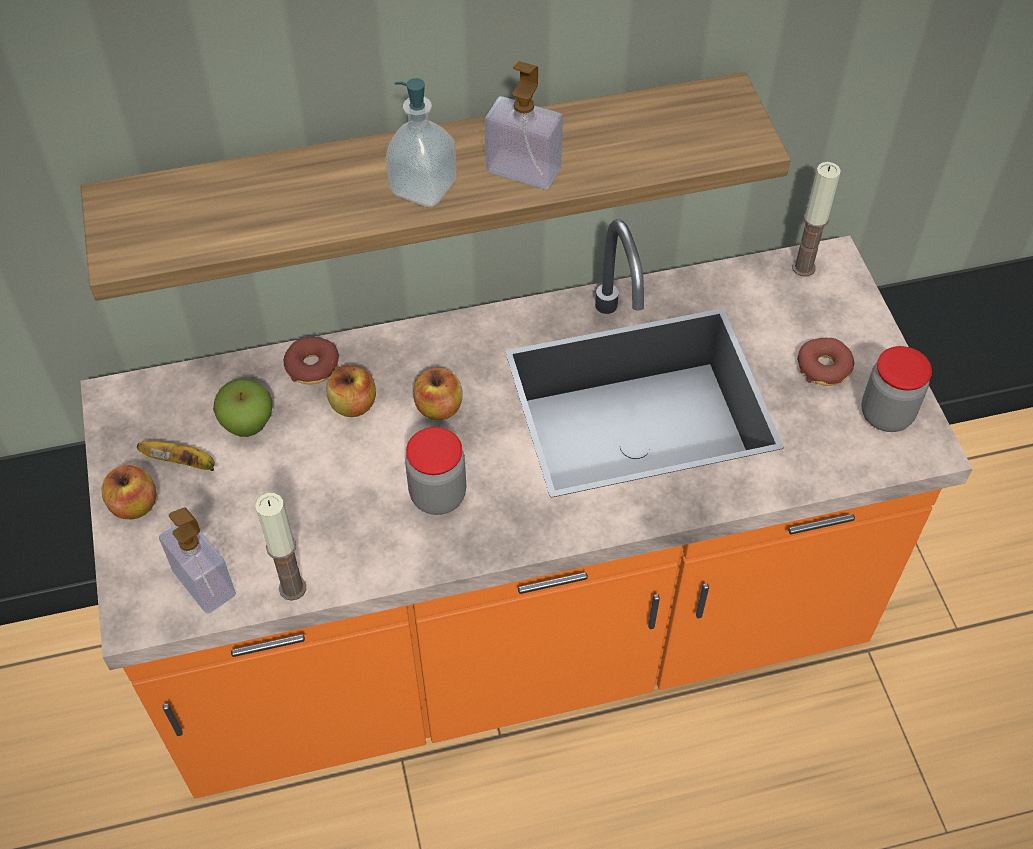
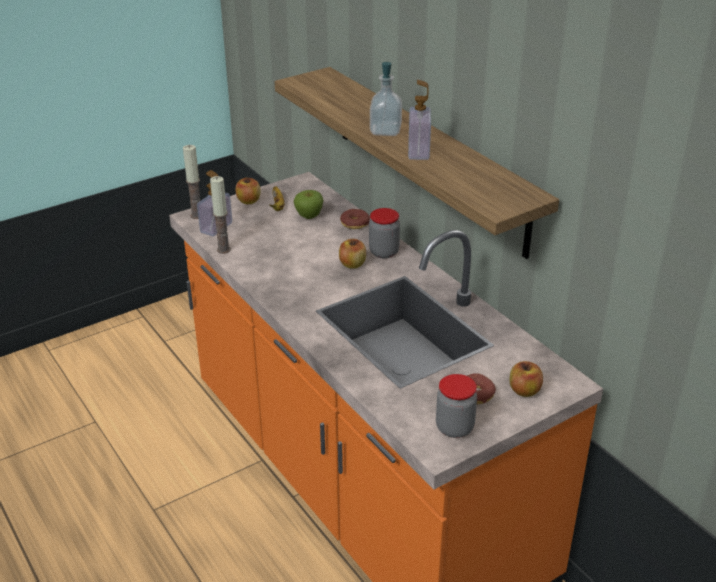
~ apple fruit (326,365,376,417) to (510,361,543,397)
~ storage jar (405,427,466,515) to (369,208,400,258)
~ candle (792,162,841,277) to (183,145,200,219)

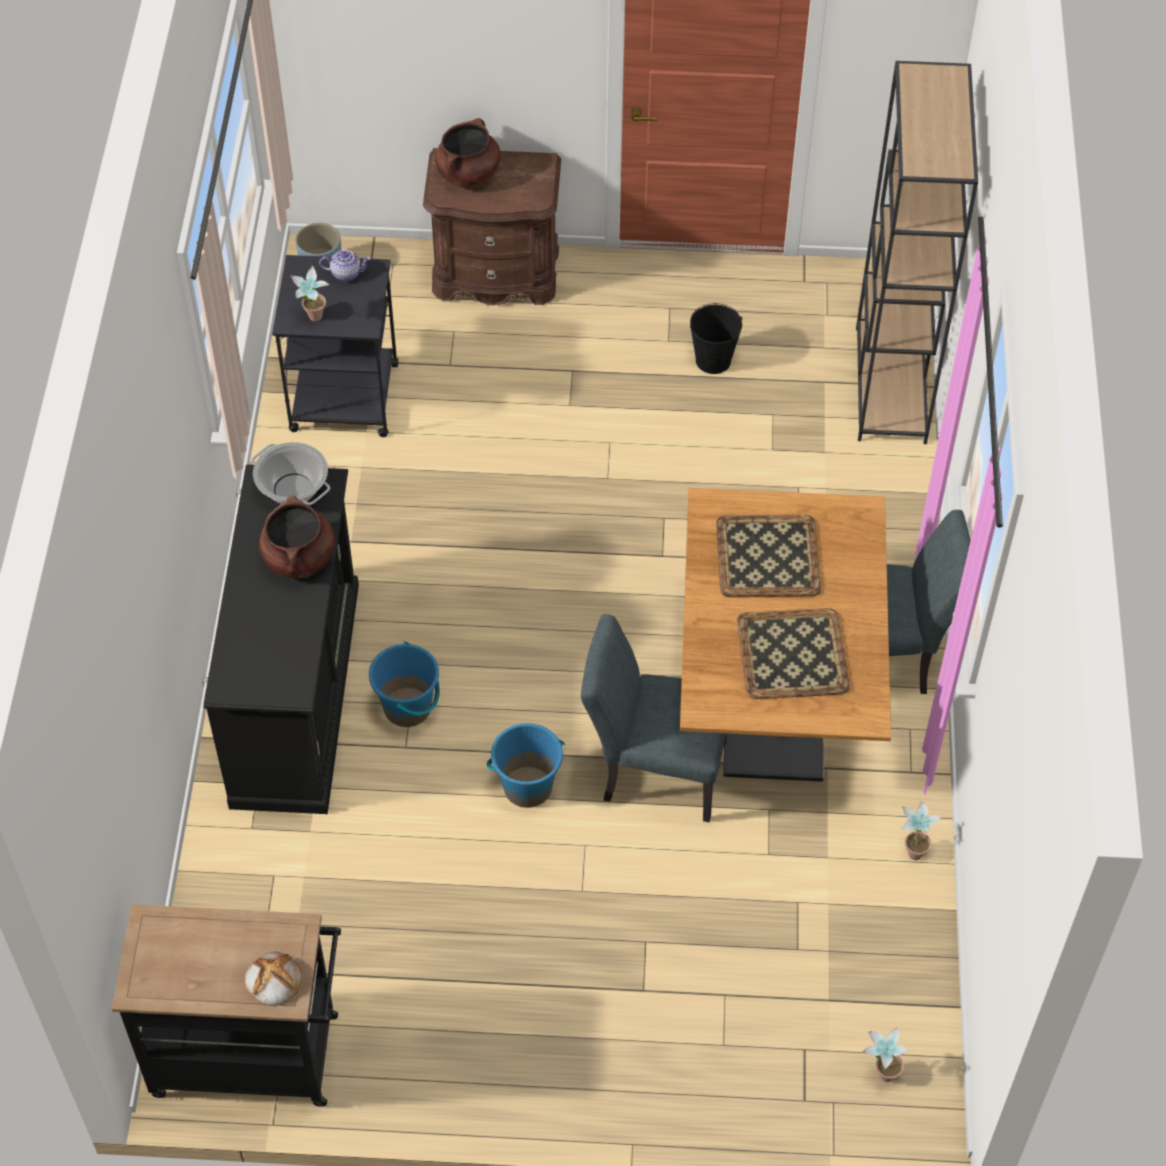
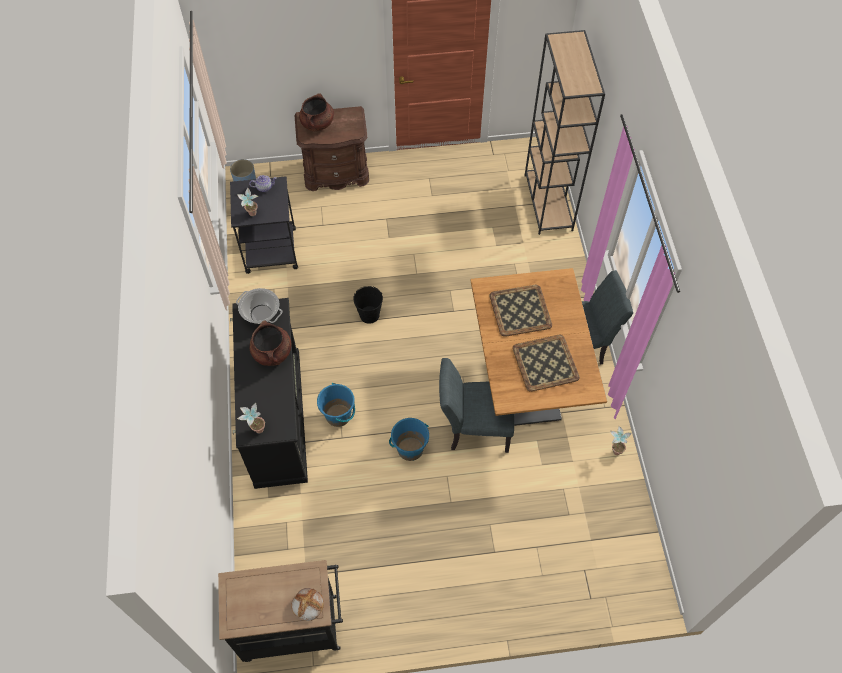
~ pail in black (690,303,742,374) to (353,286,383,324)
~ plant in a pot (863,1027,908,1082) to (237,402,265,434)

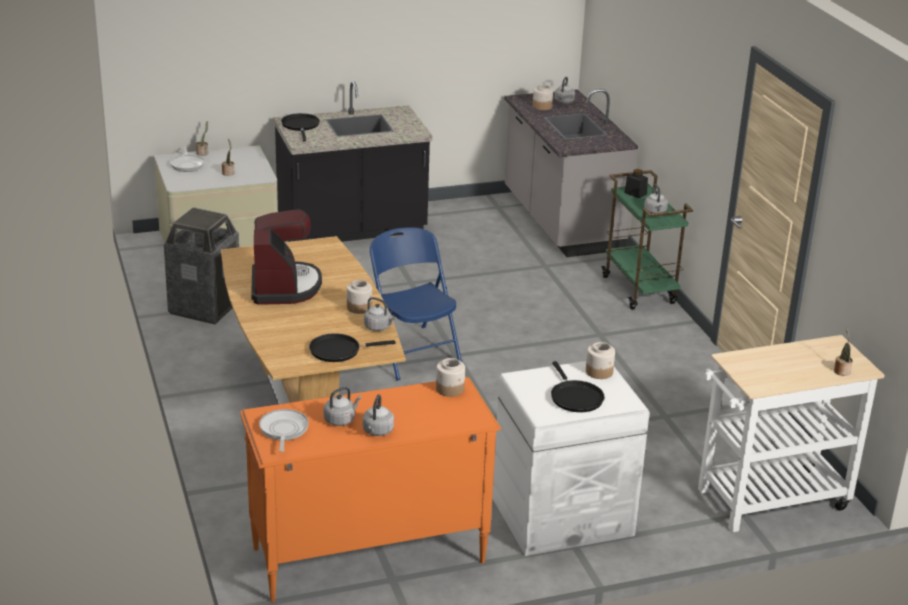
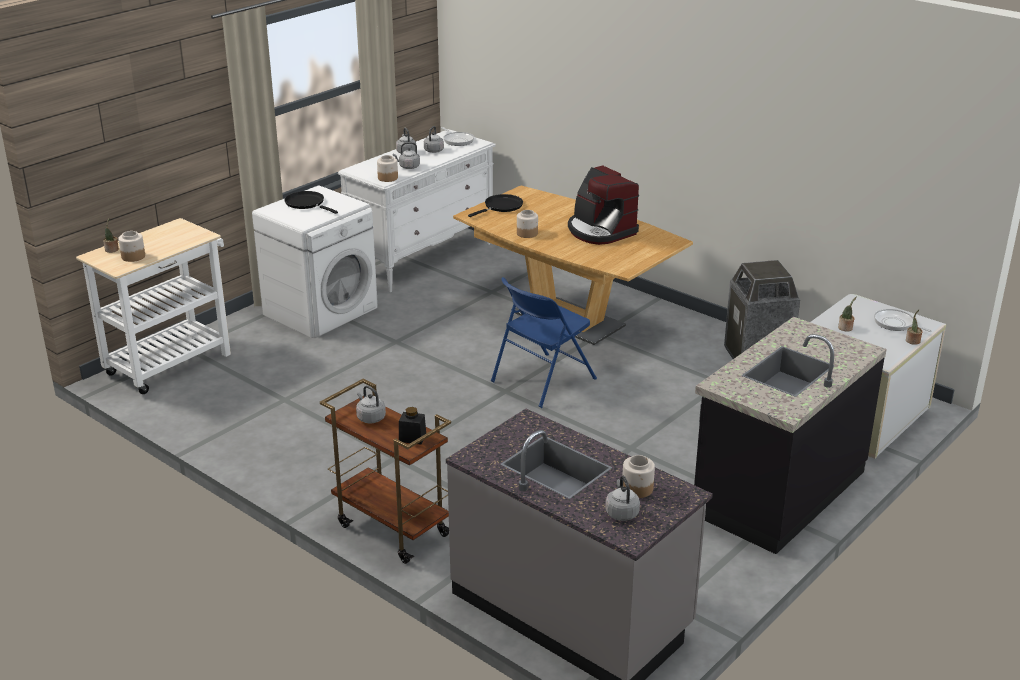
~ chest of drawers in orange-coloured (240,377,501,602) to chest of drawers in whitish (338,129,496,292)
- frying pan in black (281,113,320,141)
~ kettle in grey (364,297,396,331) to (393,142,420,169)
~ upright chair in blue (370,227,462,381) = (491,277,597,408) 105 degrees clockwise
~ storage jar (586,342,615,379) to (118,231,145,262)
~ cart in green (601,170,693,309) to cart in brown (320,378,451,564)

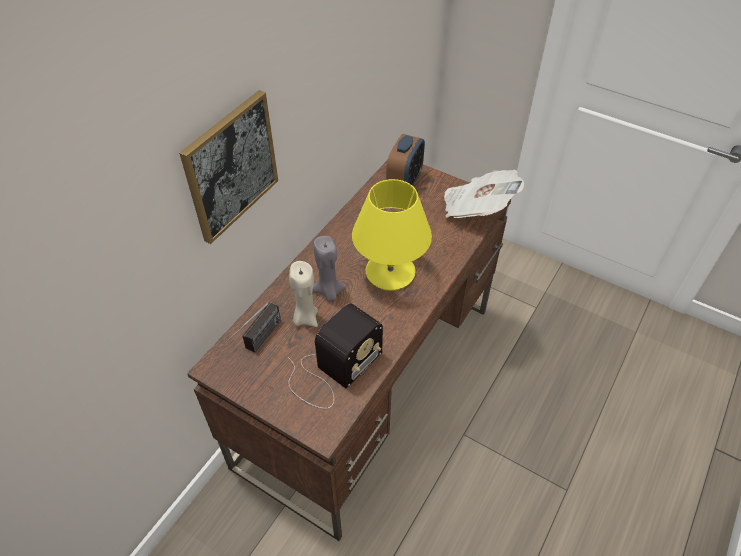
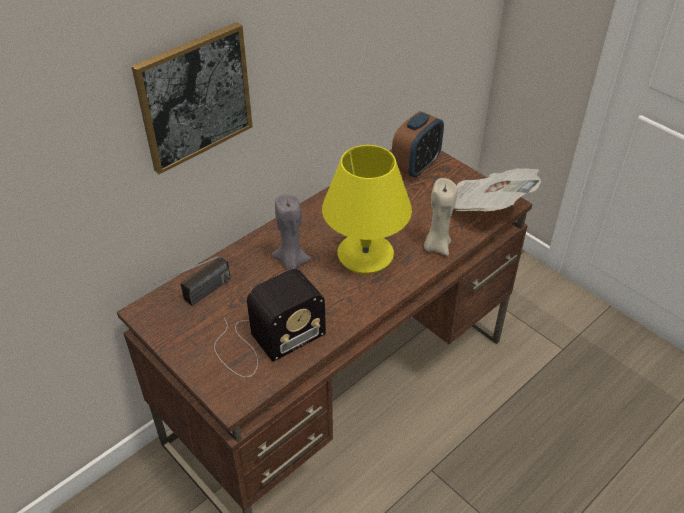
~ candle in beige (289,261,318,327) to (424,178,458,256)

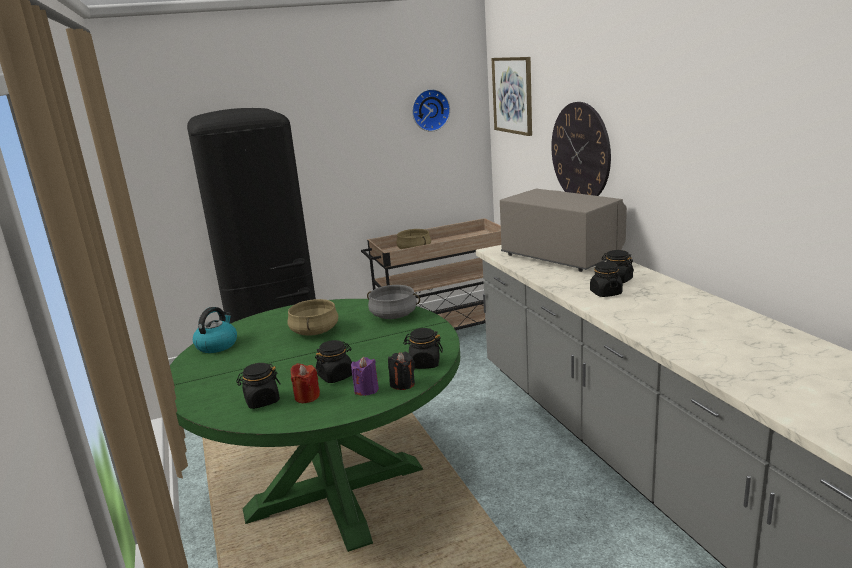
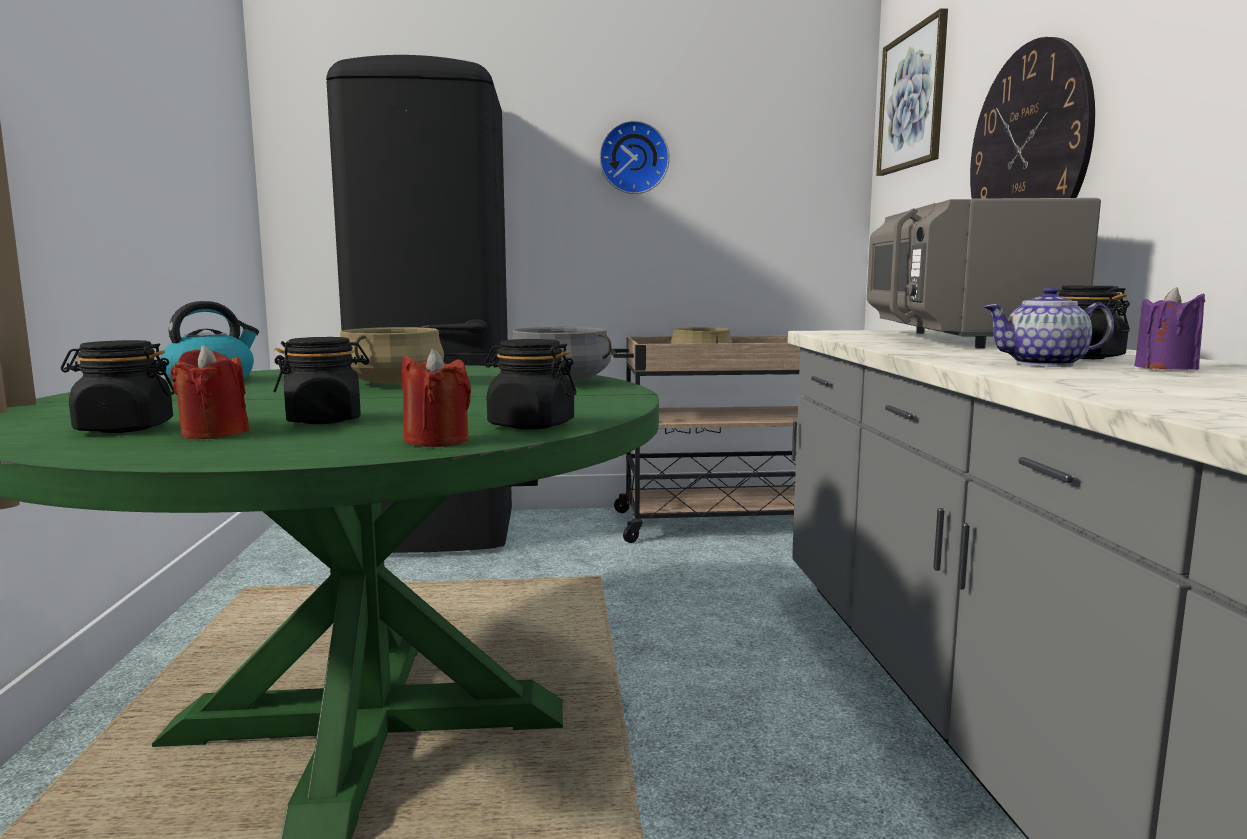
~ candle in purple (351,357,379,396) to (1135,287,1205,370)
~ candle in black (388,352,415,390) to candle in red (402,348,471,447)
~ clock on the wall (412,89,450,132) to (599,120,670,194)
~ microwave oven in grey (500,189,627,272) = (867,198,1101,348) 150 degrees counterclockwise
~ storage jar in black (590,261,623,297) to pot for tea (983,287,1114,367)

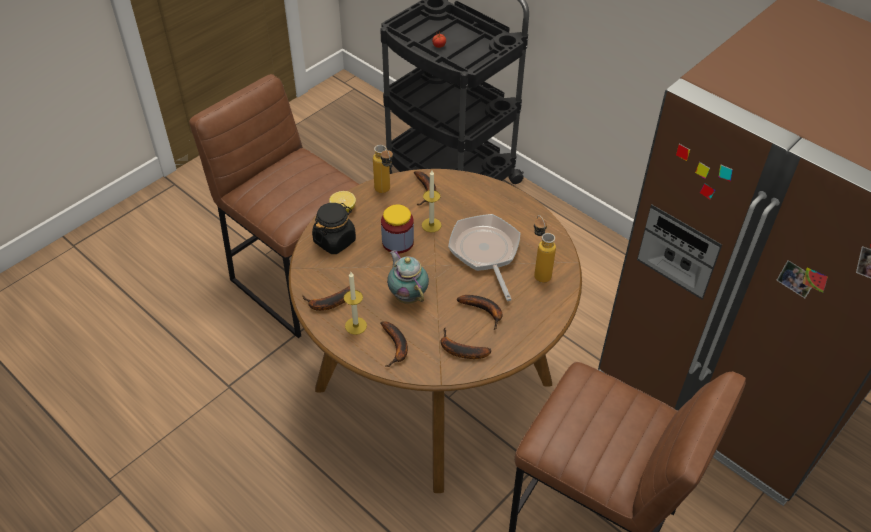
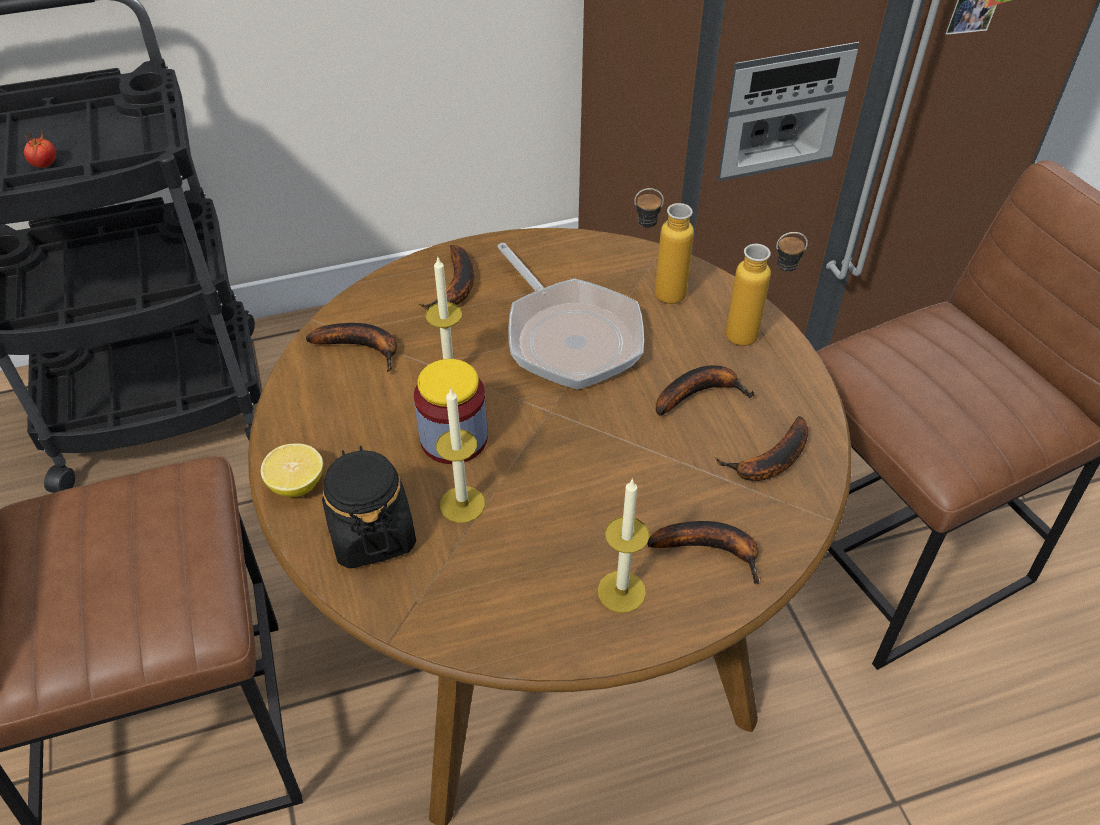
~ whole banana (302,286,350,311) to (419,245,474,309)
~ drink bottle (373,145,393,193) to (726,232,808,346)
- pot for tea (387,250,429,304)
~ frying pan (448,214,520,301) = (497,243,644,390) 135 degrees counterclockwise
+ candle (436,387,485,523)

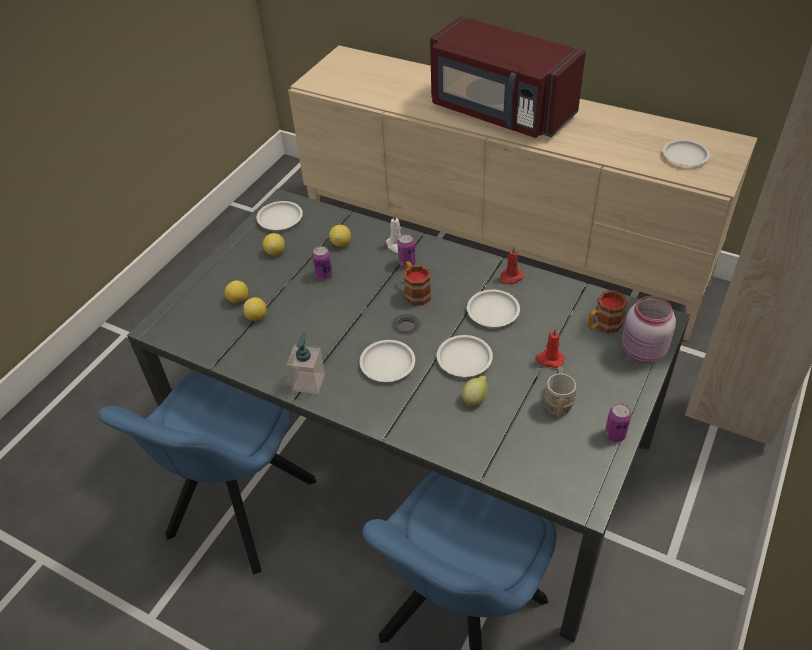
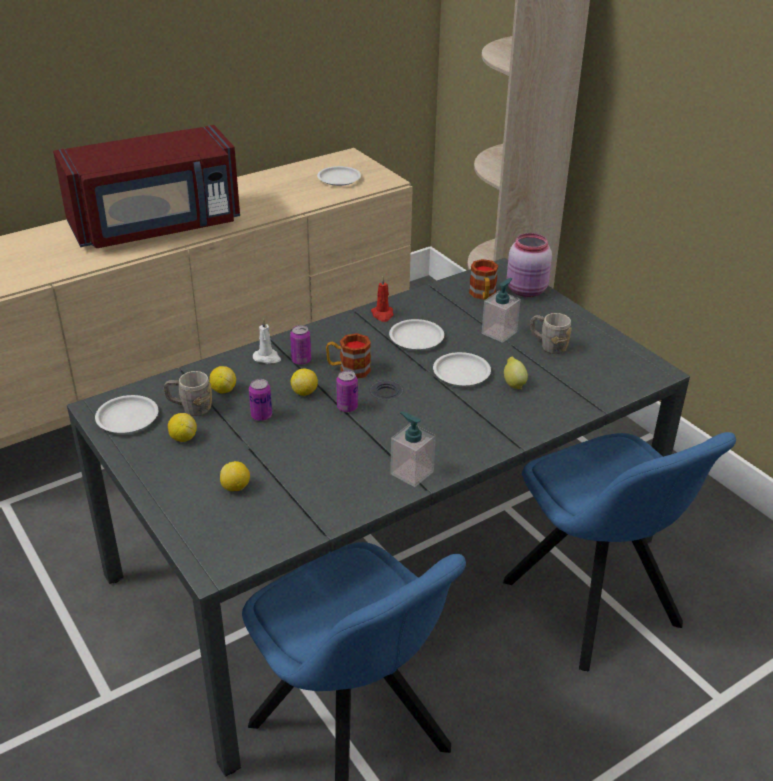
~ whole lemon (243,297,267,321) to (291,369,318,396)
- flat dish in whitish (359,340,415,382)
~ candle in red (535,328,564,368) to soap dispenser (482,278,521,343)
~ metal can (605,403,631,442) to (336,370,358,412)
+ mug in grey (164,371,212,416)

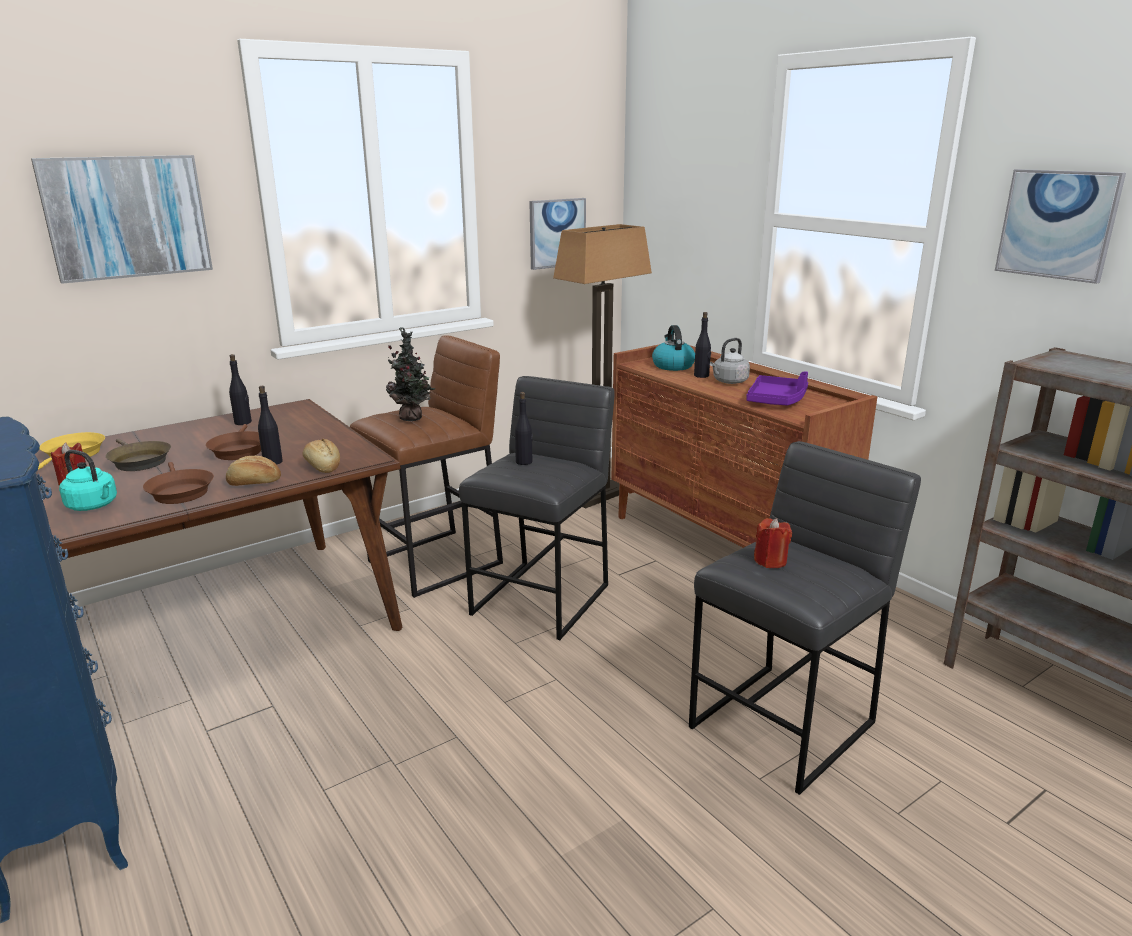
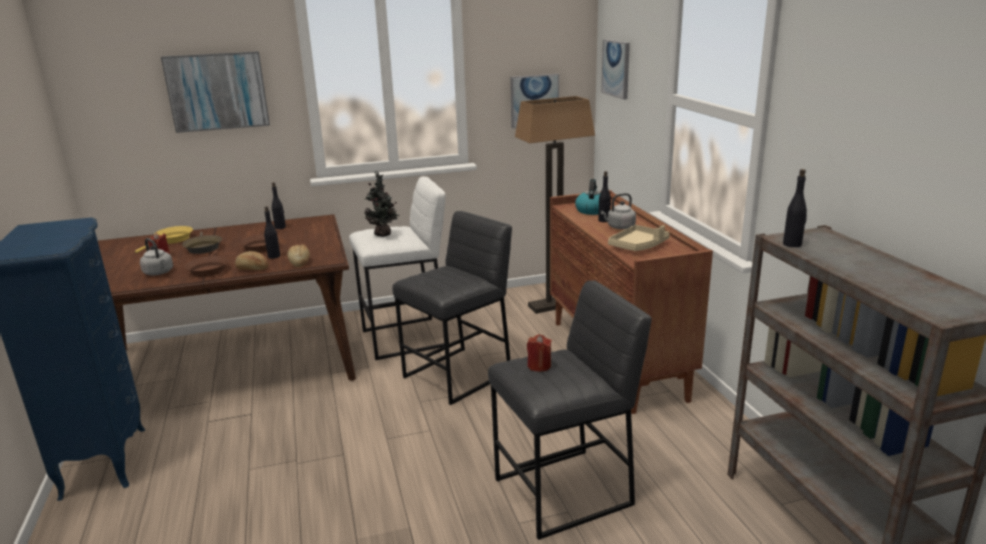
~ kettle in turquoise (59,450,117,511) to kettle in grey (140,238,173,275)
~ stool seat in brown (350,336,503,598) to stool seat in whitish (349,177,449,360)
~ drink bottle in black (515,392,533,465) to (783,169,807,247)
~ tray in purple (746,371,808,405) to tray in beige (608,225,670,251)
~ picture (995,169,1126,284) to (601,39,630,99)

